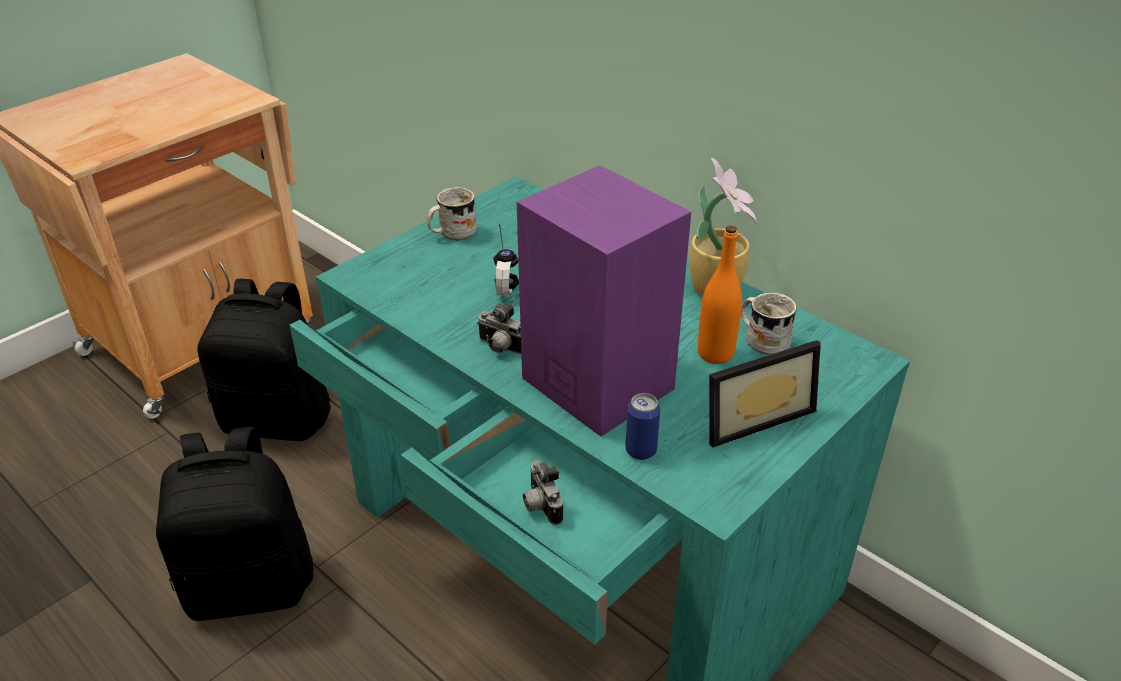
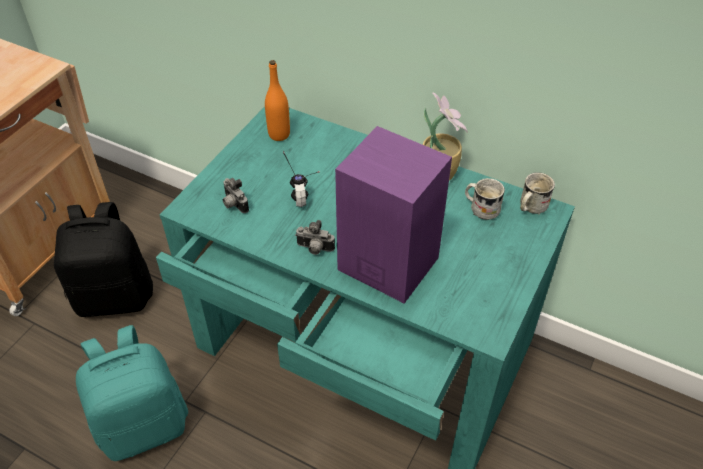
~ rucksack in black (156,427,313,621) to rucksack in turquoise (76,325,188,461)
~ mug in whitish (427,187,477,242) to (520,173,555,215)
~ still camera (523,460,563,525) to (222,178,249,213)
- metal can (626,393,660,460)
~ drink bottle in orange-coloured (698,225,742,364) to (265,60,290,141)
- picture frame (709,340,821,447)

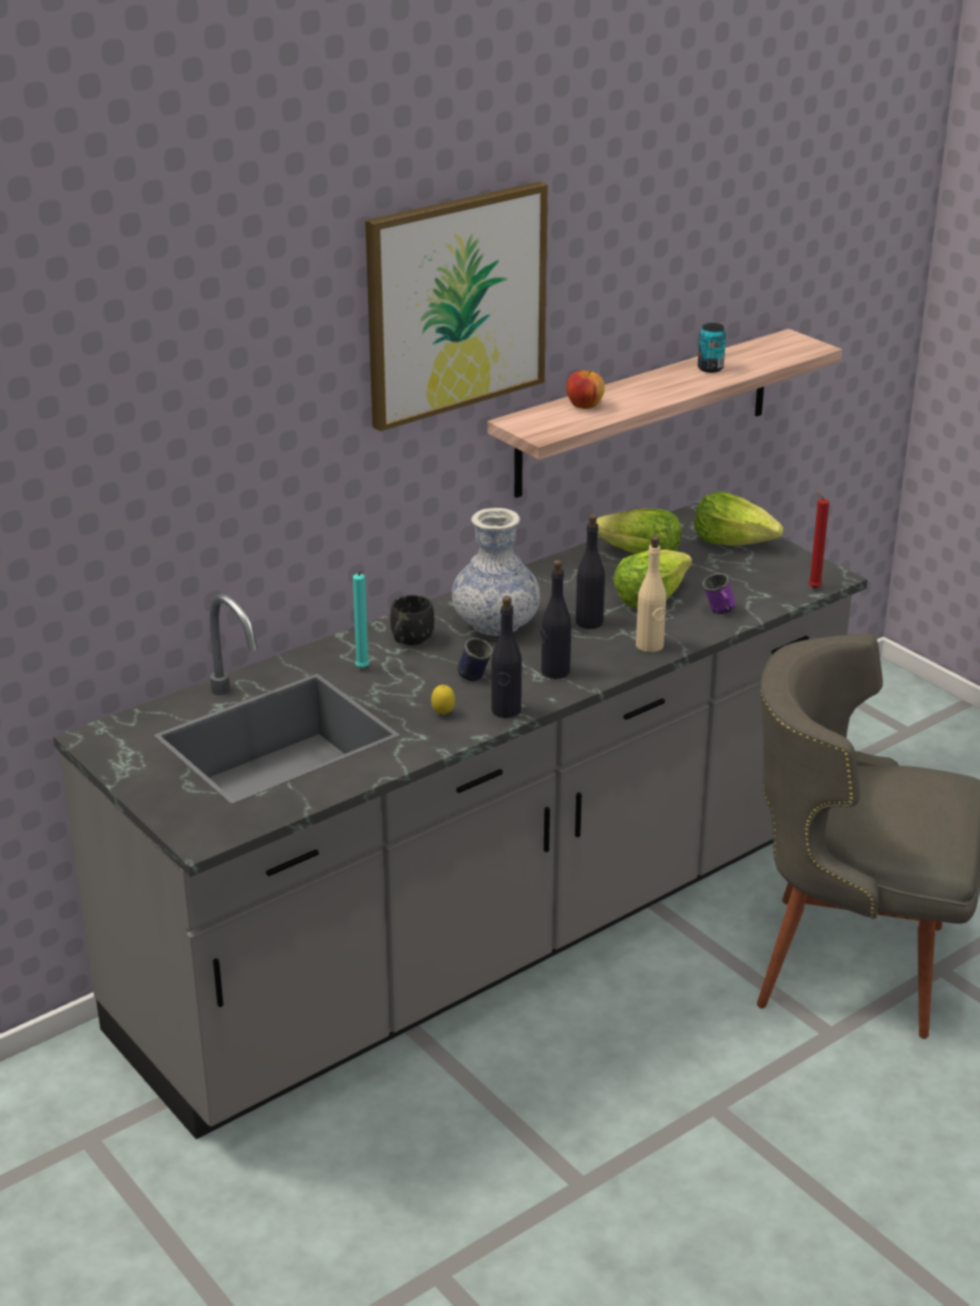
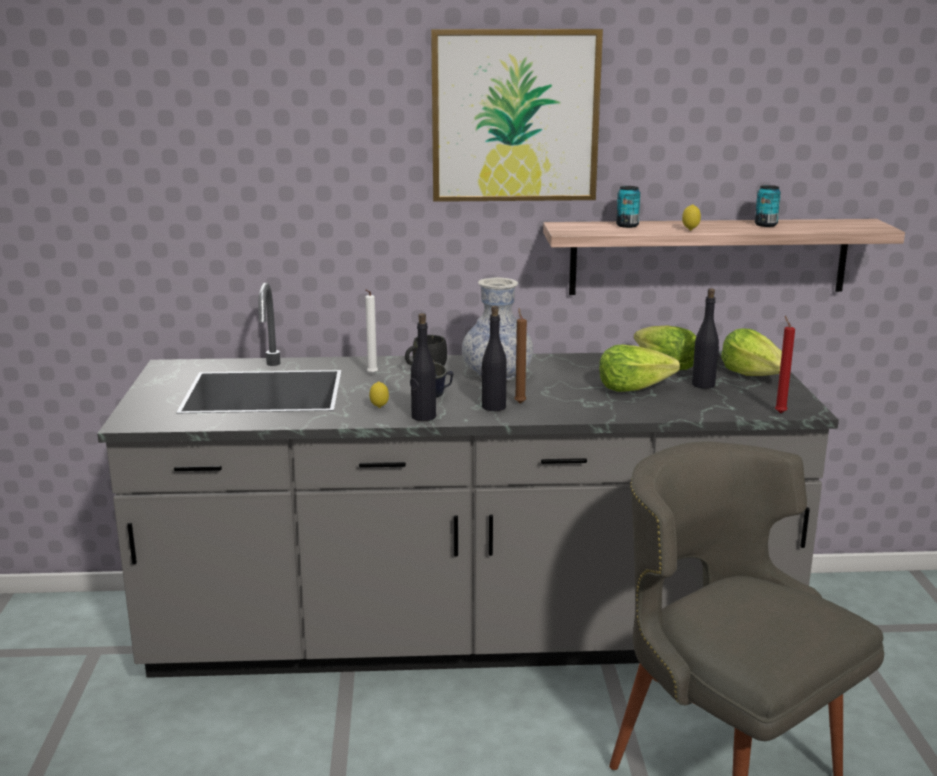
~ candle in turquoise (353,571,370,669) to candle in whitish (365,289,378,375)
~ apple fruit (566,370,605,409) to metal can (616,186,641,228)
~ drink bottle in black (576,514,605,629) to (692,288,719,389)
- drink bottle in beige (636,536,666,652)
- mug in purple (702,573,736,614)
+ candle in brown (514,308,527,404)
+ whole lemon (682,204,701,230)

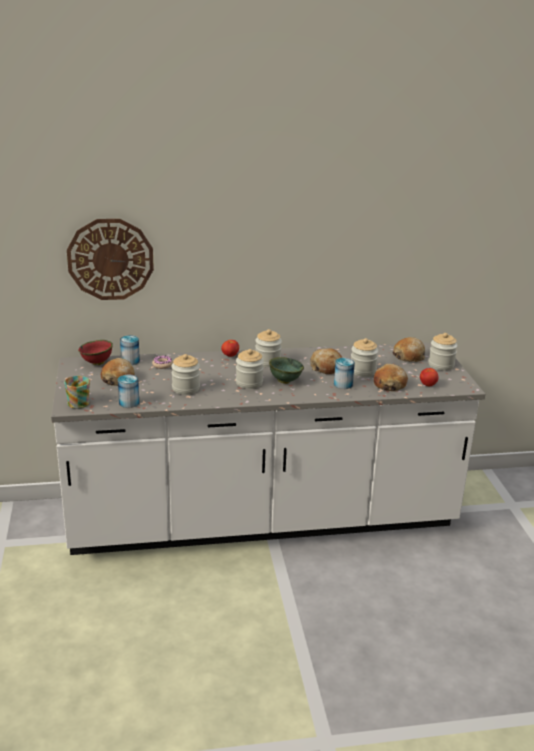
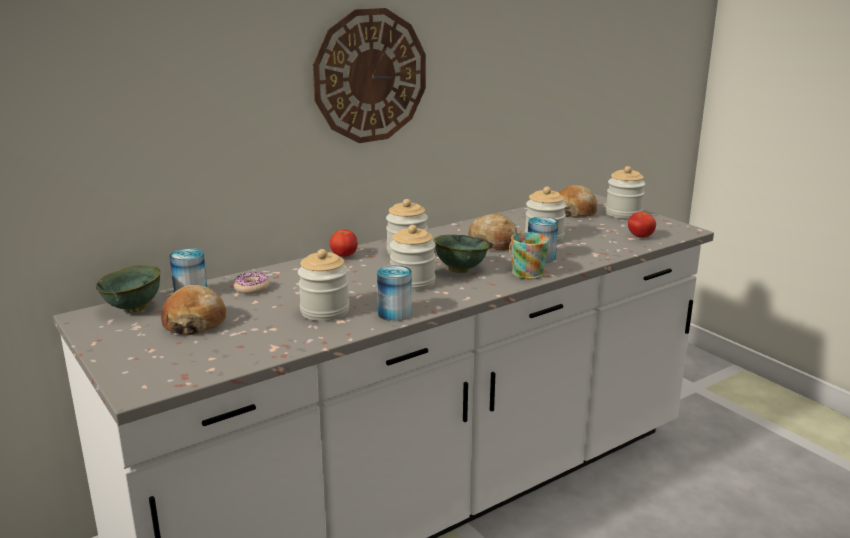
~ mug (64,376,90,409) to (509,232,549,279)
~ clock on the wall (67,219,154,300) to (313,8,426,143)
~ deep dish in red (78,340,113,365) to deep dish in green (96,265,160,312)
~ metal can (118,375,139,408) to (377,265,412,321)
- baked bread (374,364,408,391)

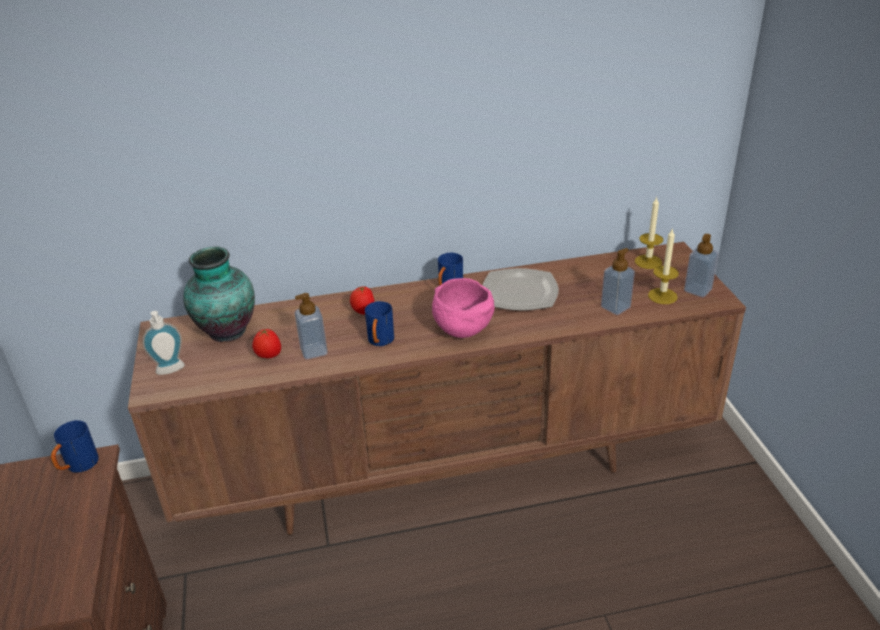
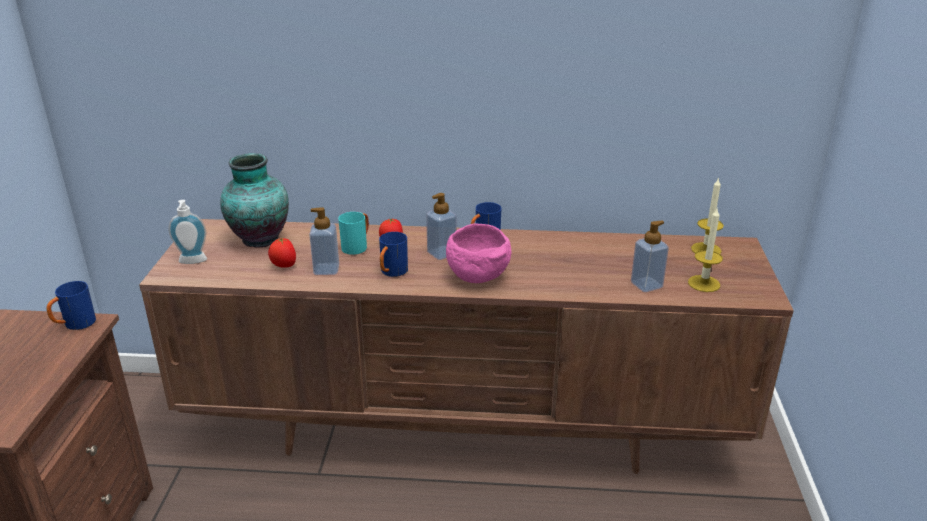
- flat dish (483,268,559,311)
~ soap dispenser (684,234,718,297) to (426,193,457,260)
+ mug in turquoise (338,212,369,255)

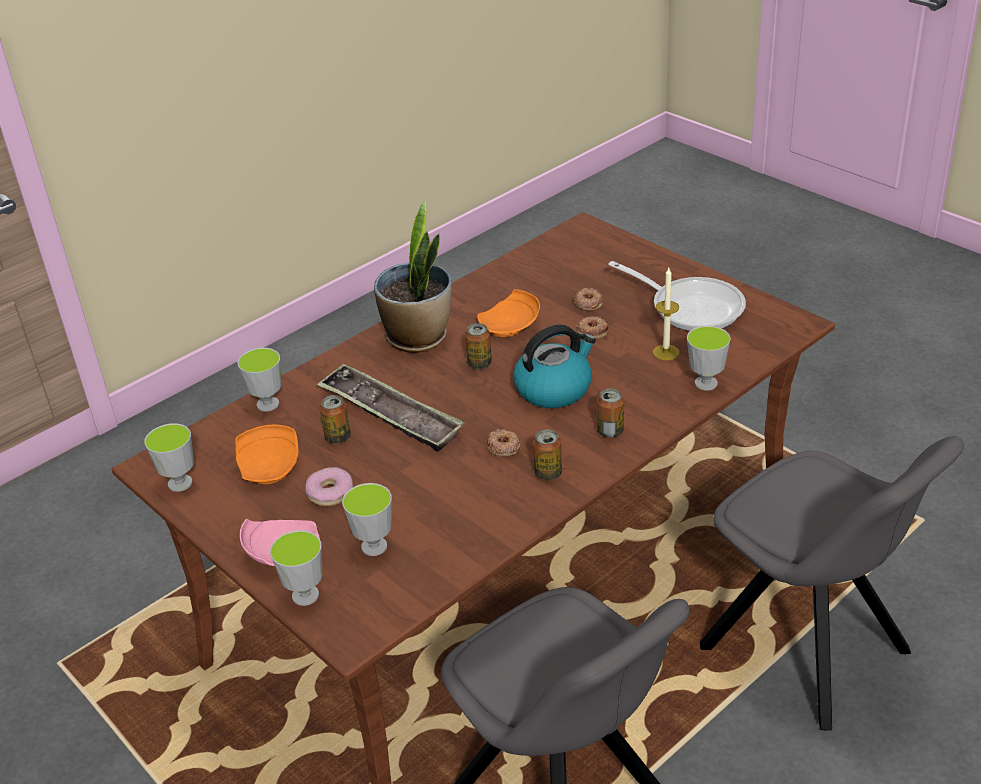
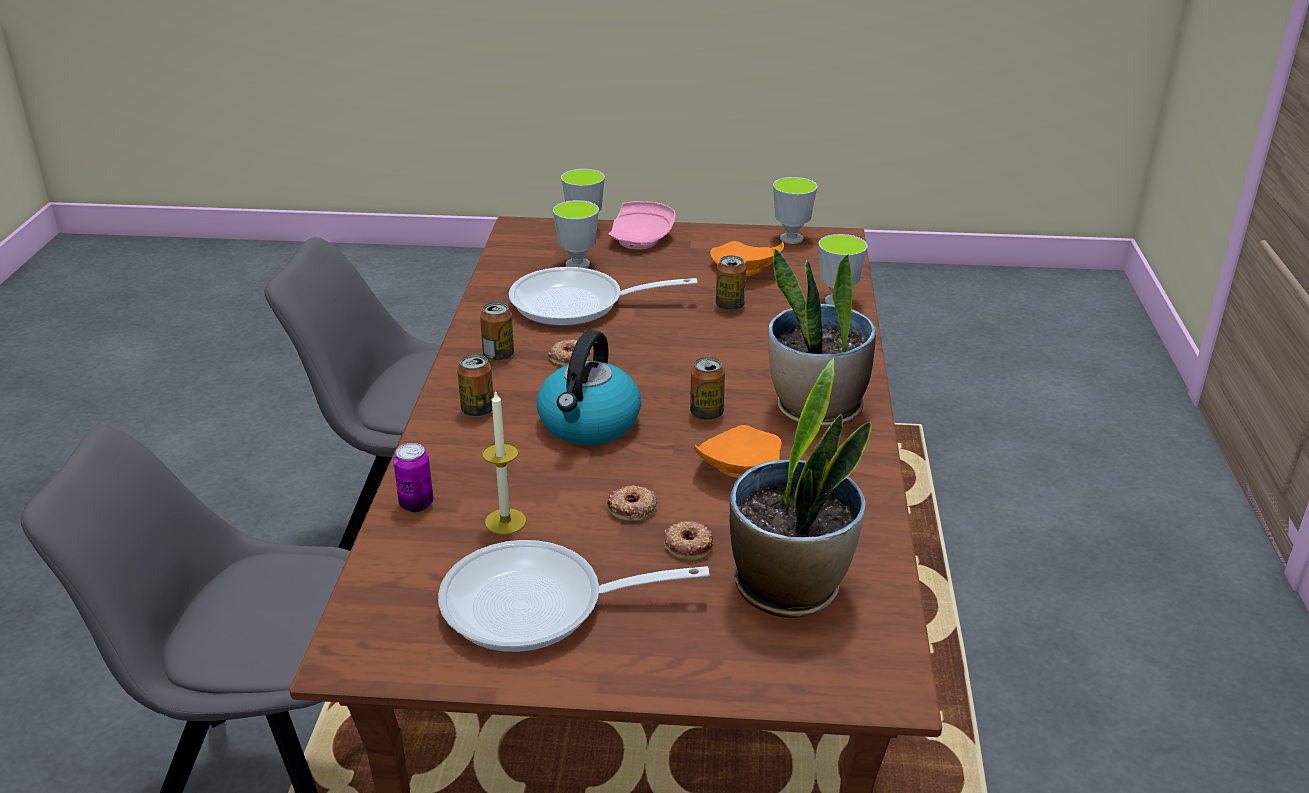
- doughnut (305,467,353,506)
- tray (317,363,464,452)
~ cup (687,326,731,391) to metal can (393,443,433,512)
+ frying pan (509,267,698,326)
+ plant in a pot (730,358,872,618)

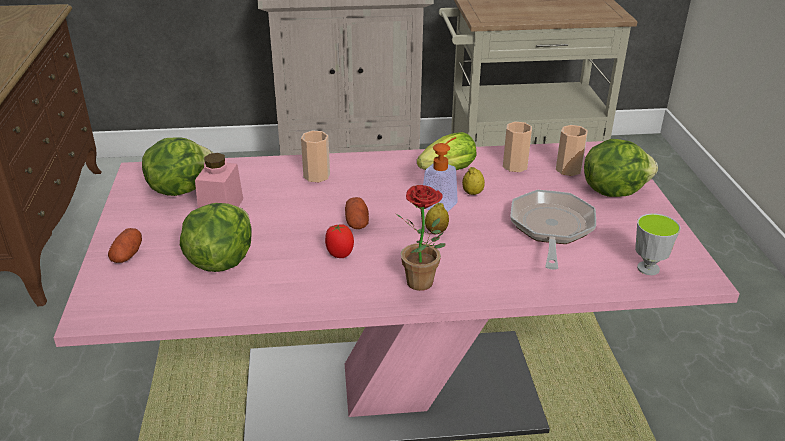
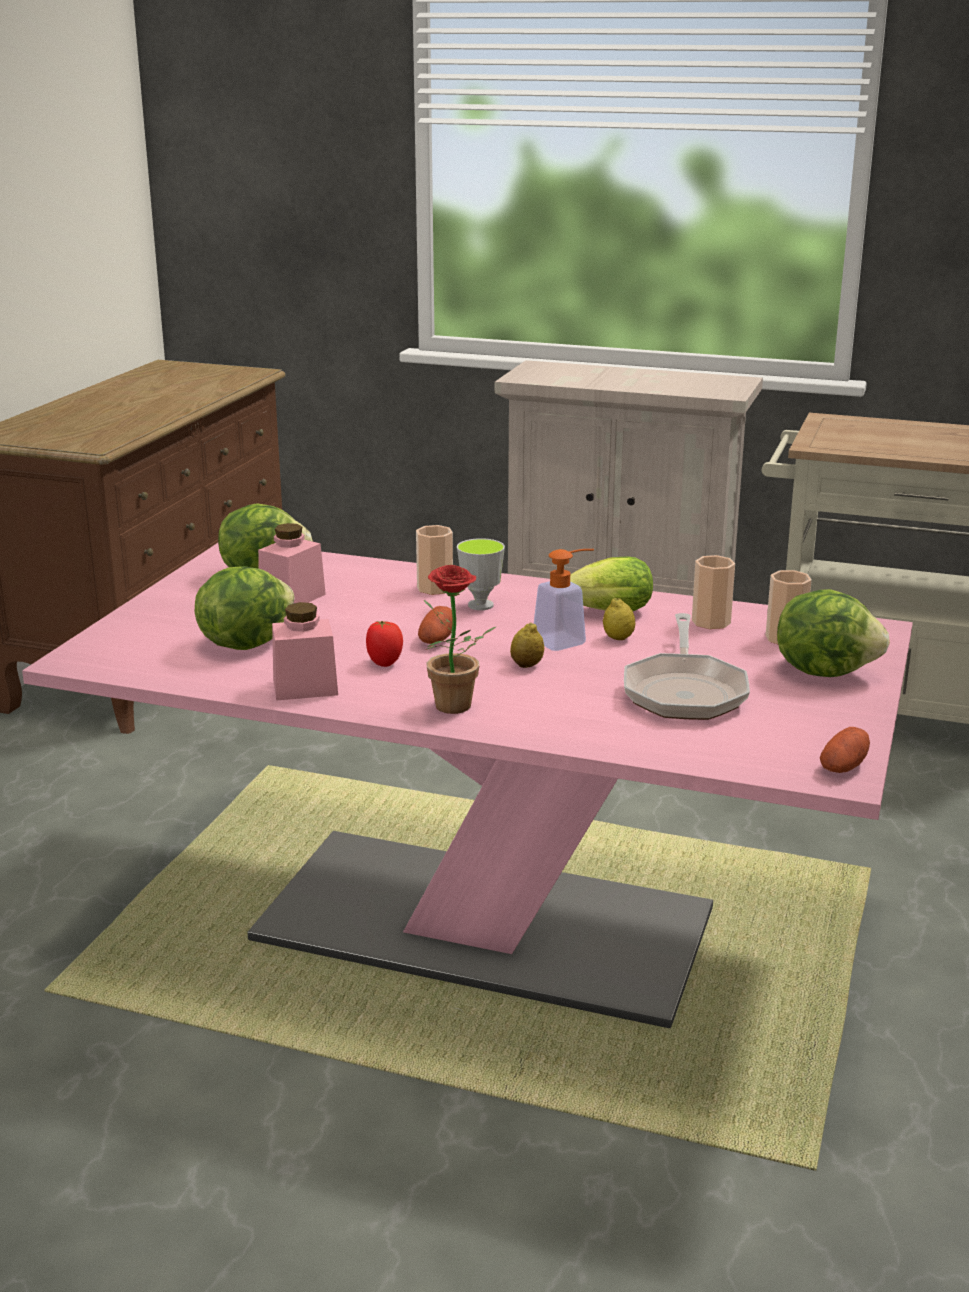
~ potato (108,228,142,263) to (820,727,870,773)
~ frying pan (511,190,596,270) = (624,613,750,720) 150 degrees clockwise
~ cup (635,213,680,275) to (457,538,505,610)
+ storage jar in pink-coloured (272,602,338,701)

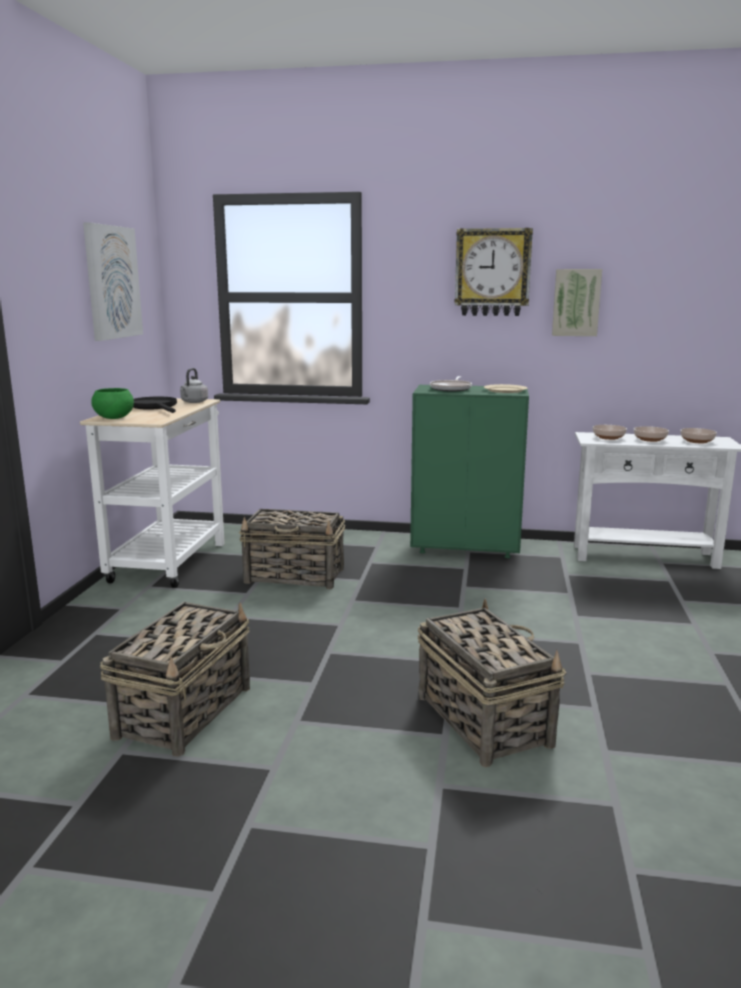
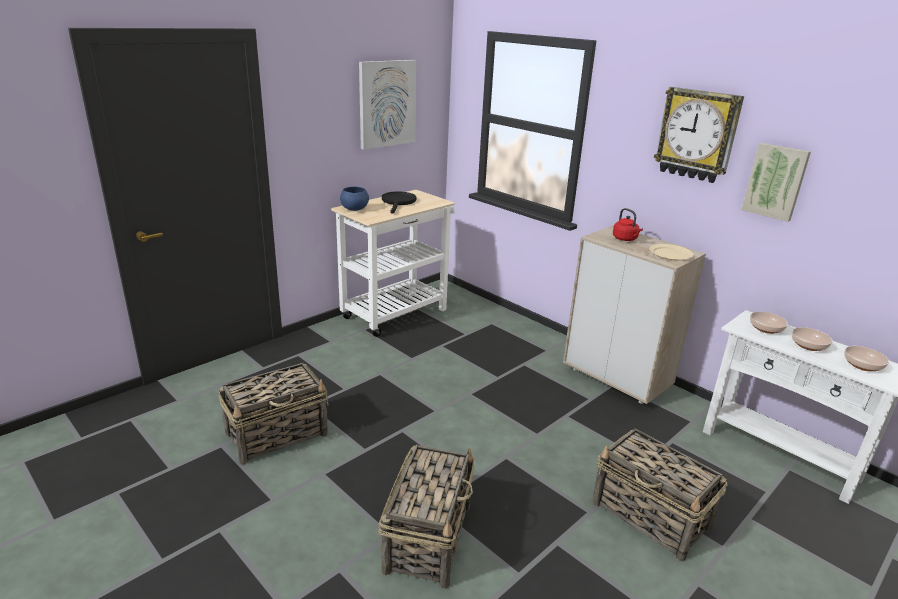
~ deep dish in green (91,388,134,419) to deep dish in blue (340,187,369,211)
- kettle in grey (180,368,208,403)
~ basket (239,509,345,589) to (592,428,727,561)
~ cabinet in green (410,385,529,558) to cabinet in beige (563,225,706,404)
~ frying pan (430,376,472,392) to kettle in red (613,208,643,241)

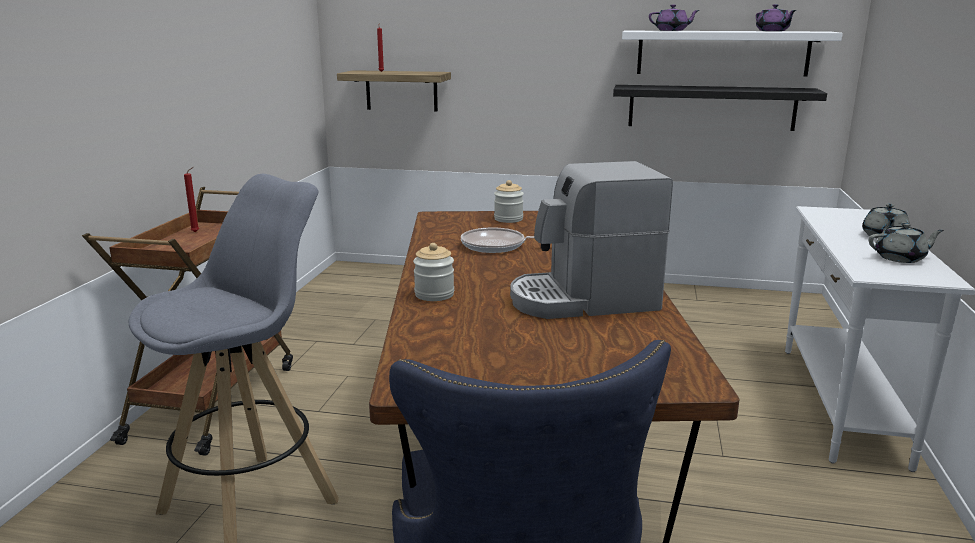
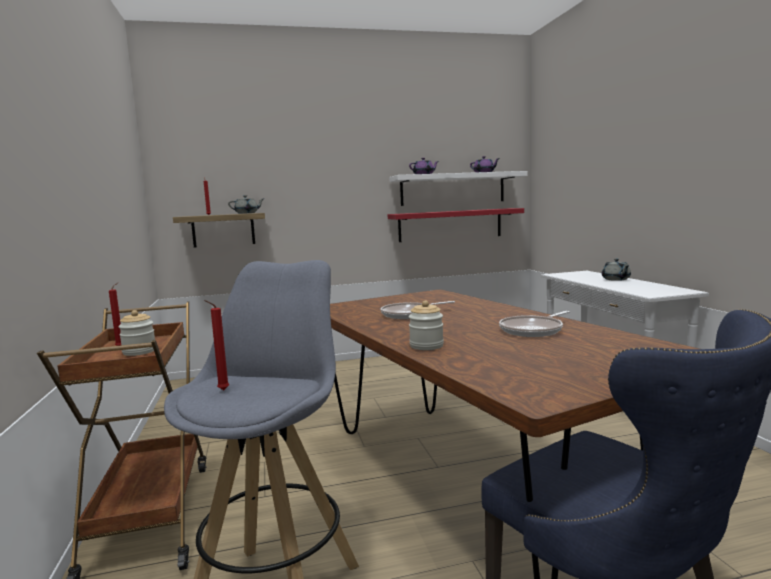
~ storage jar (494,180,524,223) to (118,310,155,356)
~ coffee brewer (510,161,673,319) to frying pan (499,311,570,337)
~ wall shelf in black (613,85,827,131) to wall shelf in red (388,208,524,242)
~ pot for tea in grey (869,223,944,263) to (228,195,263,214)
+ candle in red (204,300,229,390)

